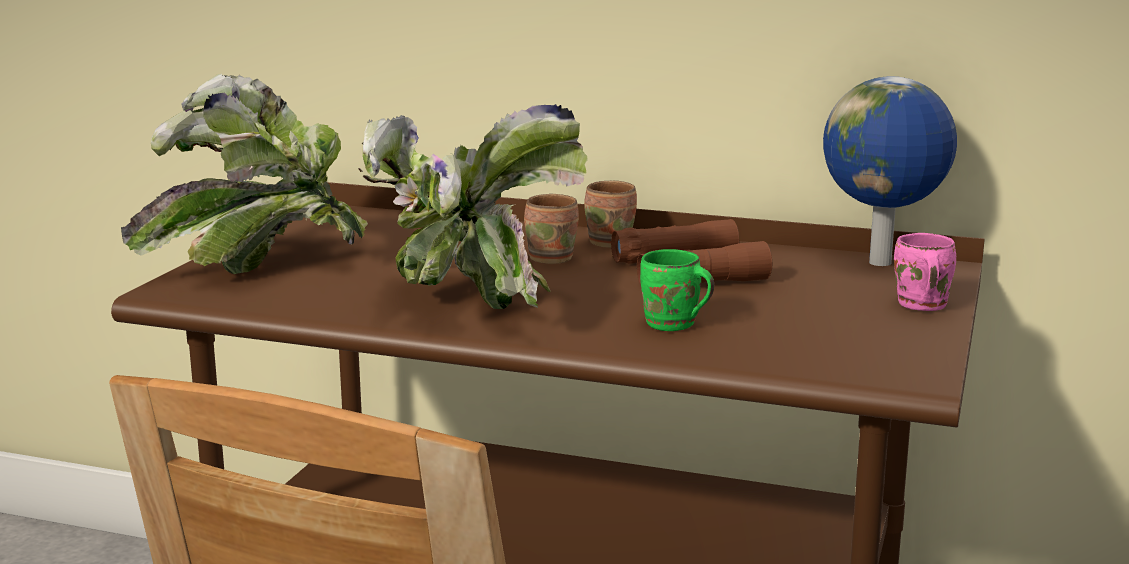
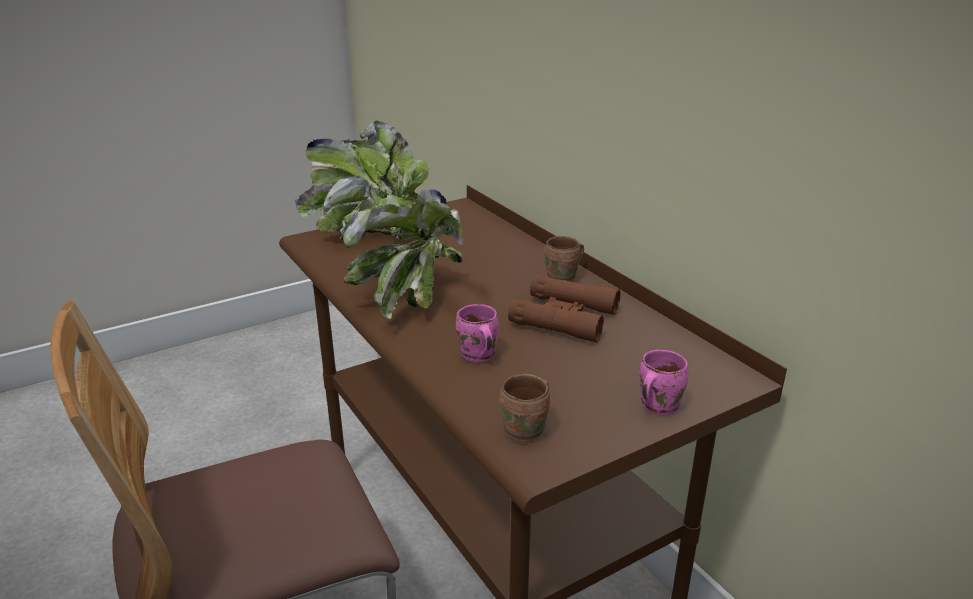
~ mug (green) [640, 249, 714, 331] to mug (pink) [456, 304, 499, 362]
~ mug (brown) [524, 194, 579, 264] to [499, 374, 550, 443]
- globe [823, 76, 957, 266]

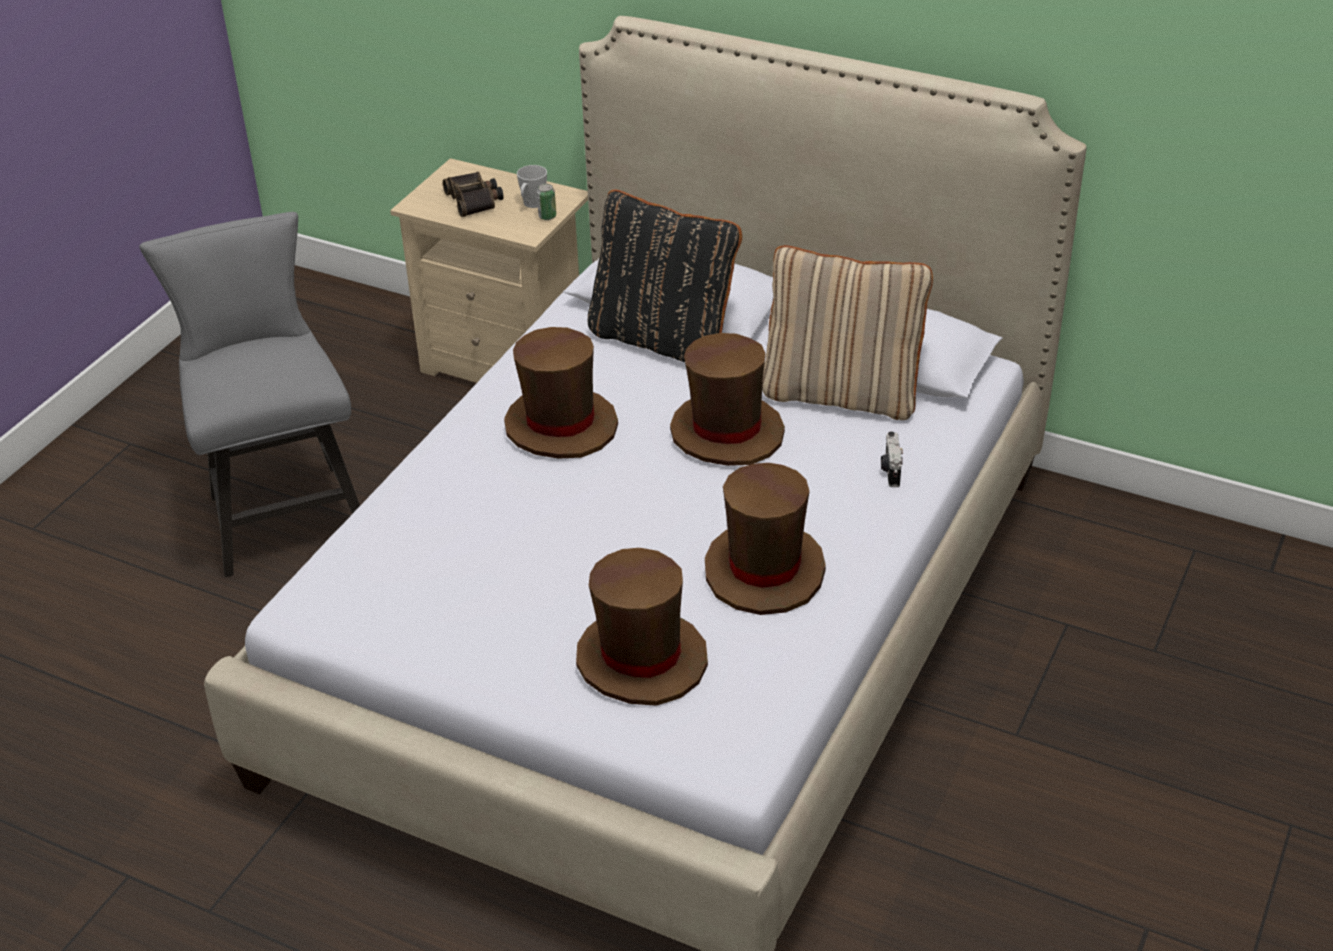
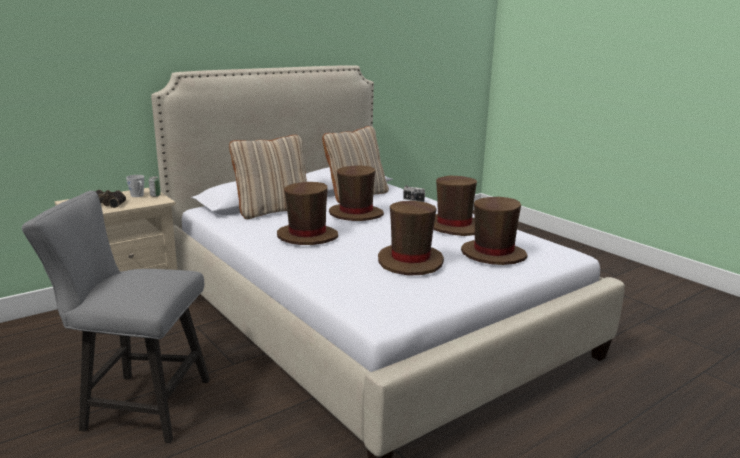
~ pillow (black) [588, 190, 742, 362] to pillow (beige) [229, 135, 307, 219]
+ hat (brown) [378, 201, 444, 276]

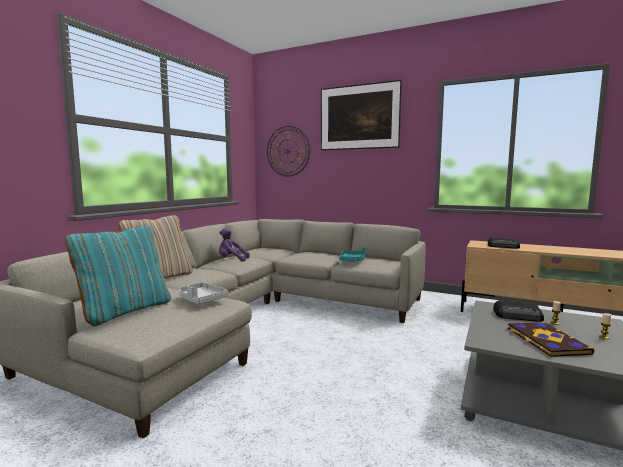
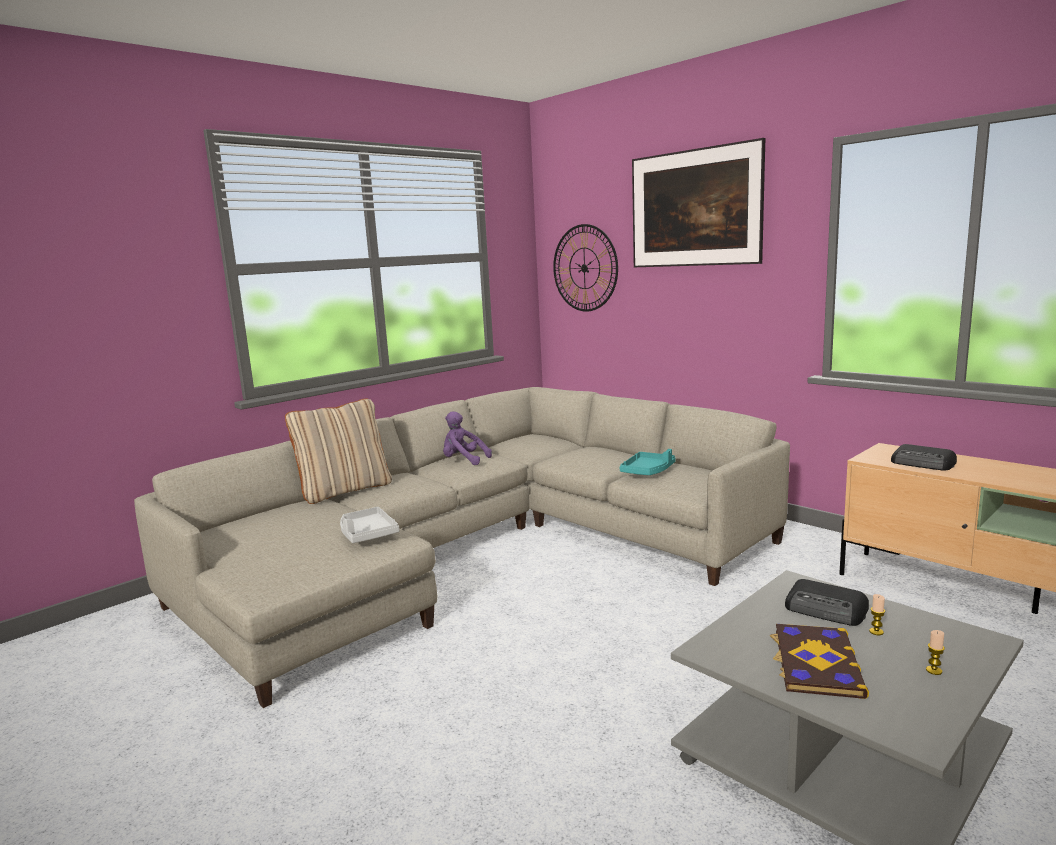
- pillow (turquoise) [65, 225, 171, 326]

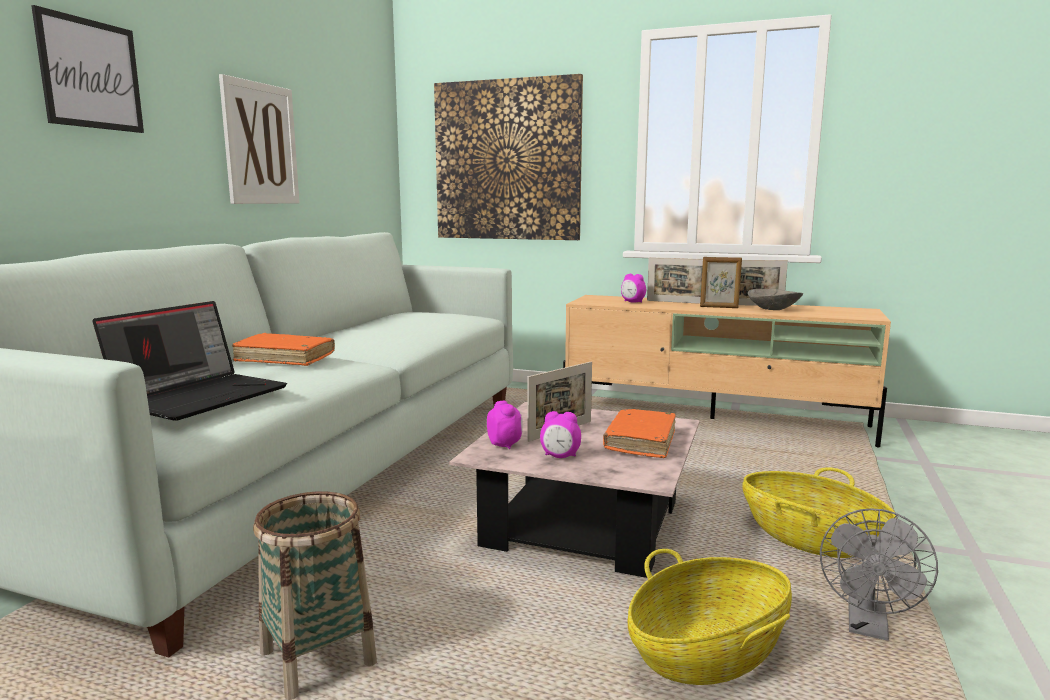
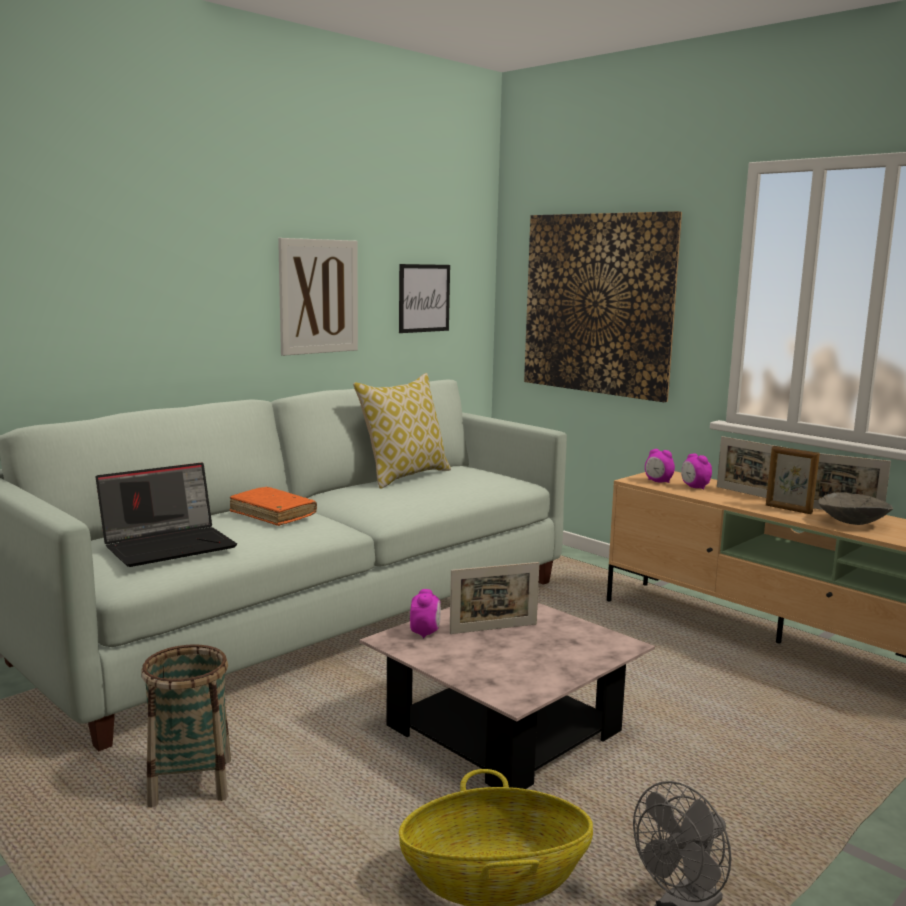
+ pillow [353, 373, 451, 489]
~ picture [31, 5, 144, 133] to [399, 264, 450, 333]
~ alarm clock [540, 411, 581, 458] to [645, 449, 675, 483]
- book (orange) [603, 409, 676, 458]
- basket [742, 467, 898, 558]

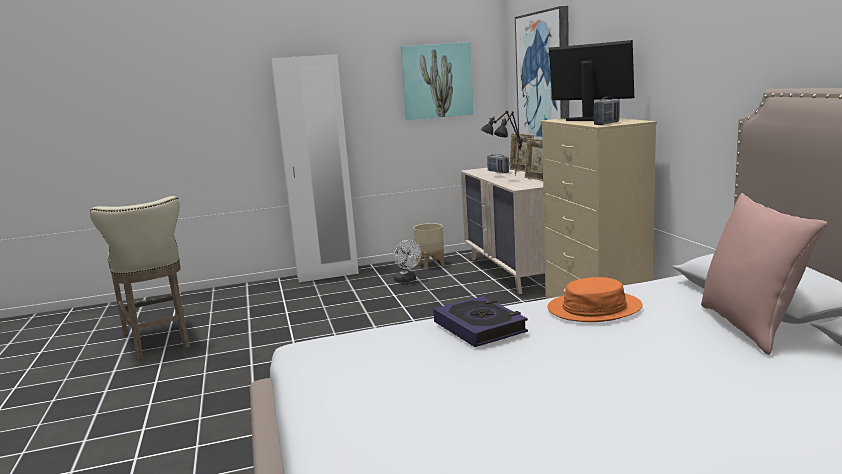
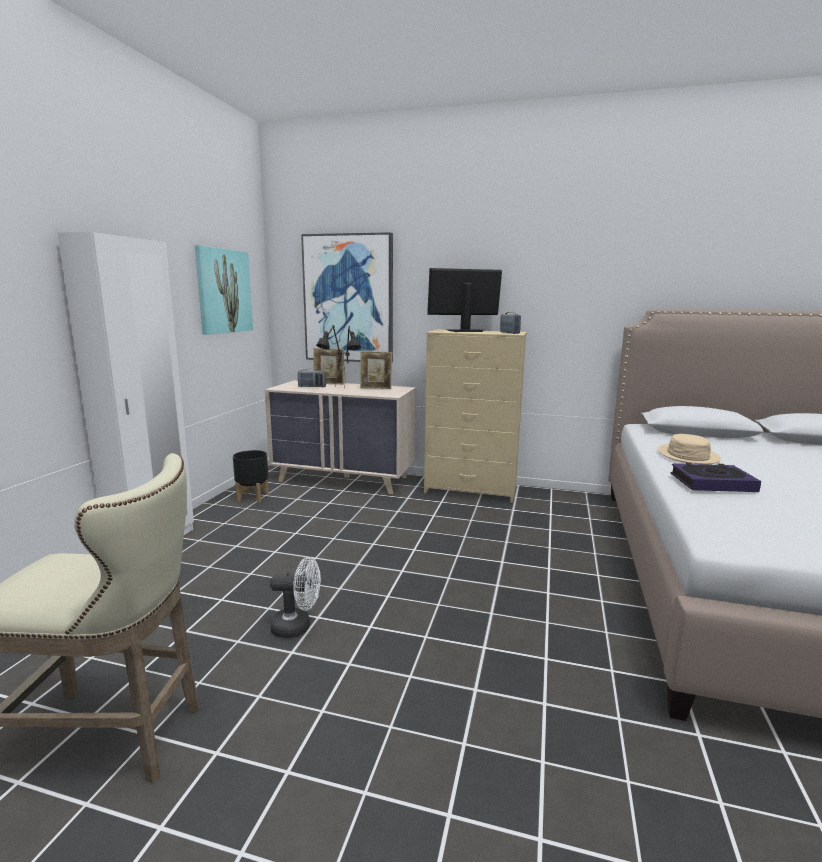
~ planter (beige) [413, 223, 445, 270] to planter (black) [233, 450, 269, 503]
~ fan (white) [394, 240, 422, 283] to [270, 557, 321, 638]
~ hat (orange) [547, 277, 643, 322] to hat (beige) [658, 434, 721, 464]
- pillow (pink) [701, 193, 827, 355]

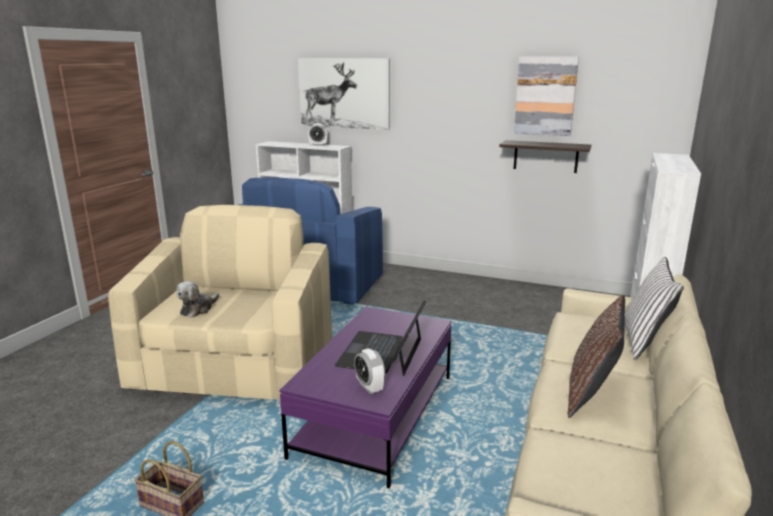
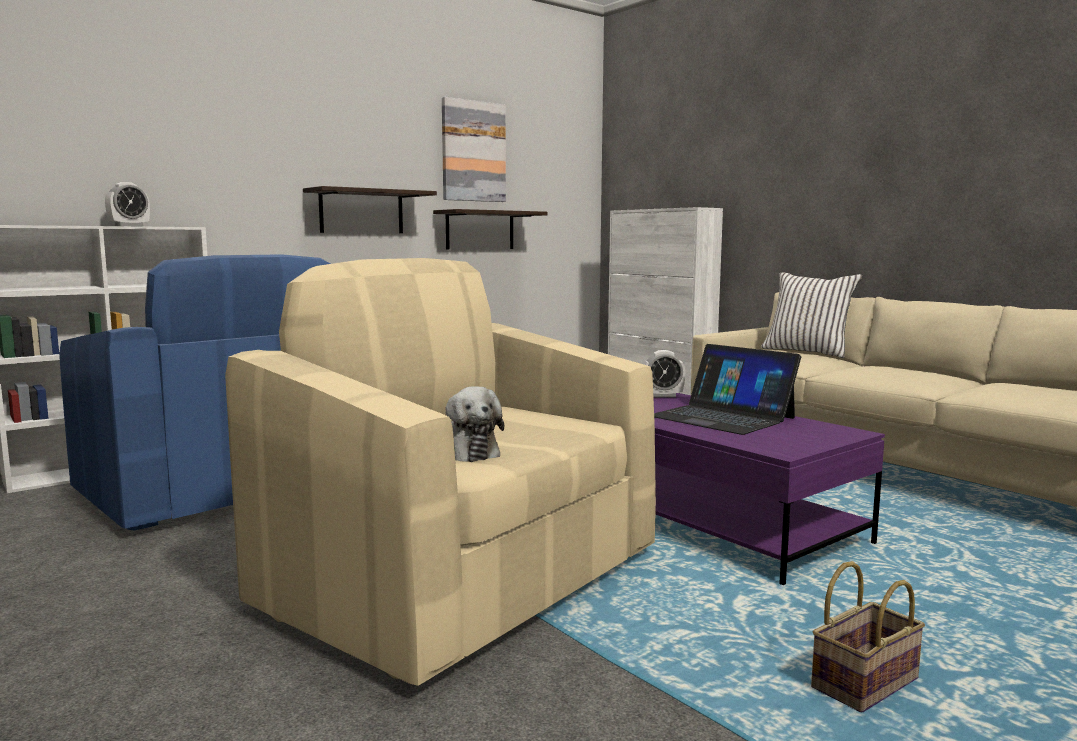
+ shelf [303, 186, 437, 233]
~ alarm clock [354, 348, 385, 394] to [643, 350, 685, 398]
- picture [298, 58, 390, 130]
- pillow (brown) [568, 295, 625, 418]

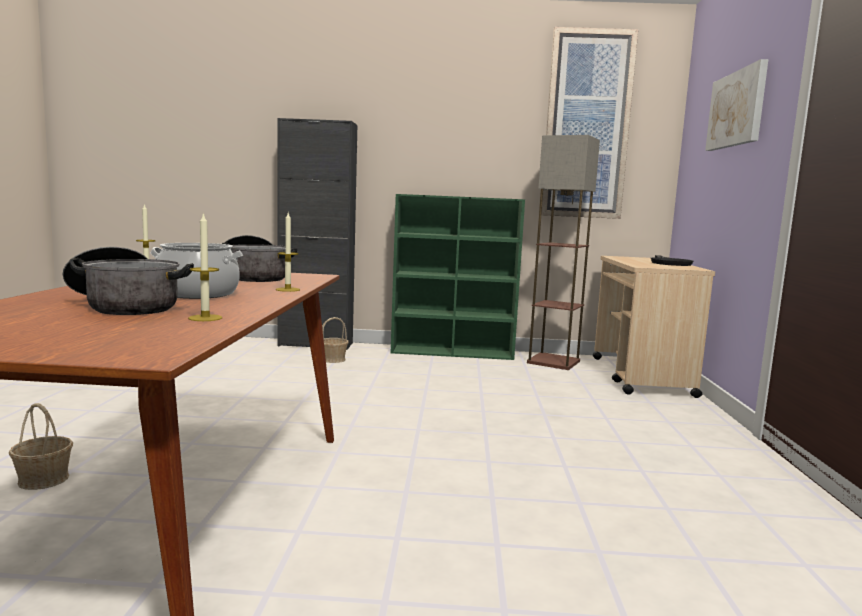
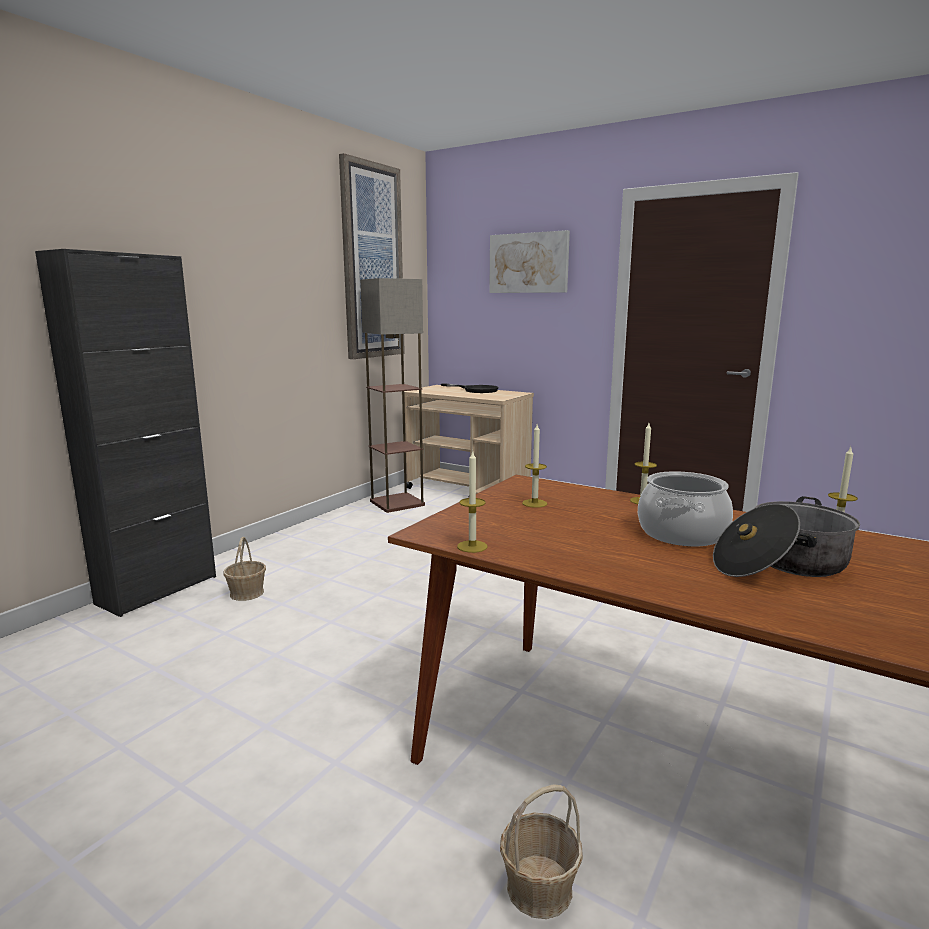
~ cooking pot [222, 235, 297, 282] to candle [522, 424, 547, 508]
- bookcase (green) [391, 194, 525, 360]

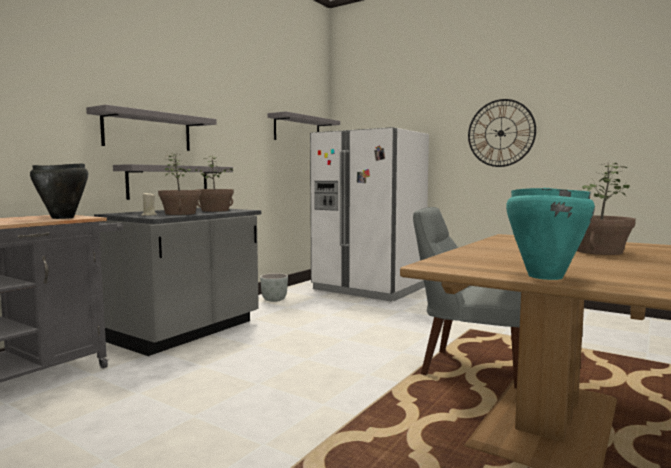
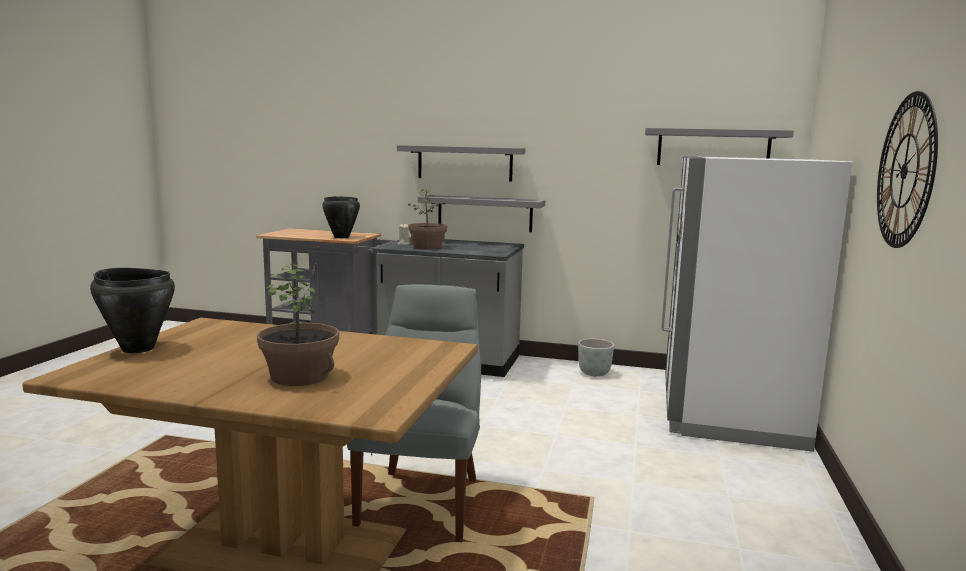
~ cooking pot (turquoise) [506, 188, 595, 280] to cooking pot (black) [90, 268, 175, 353]
- potted plant [195, 155, 234, 212]

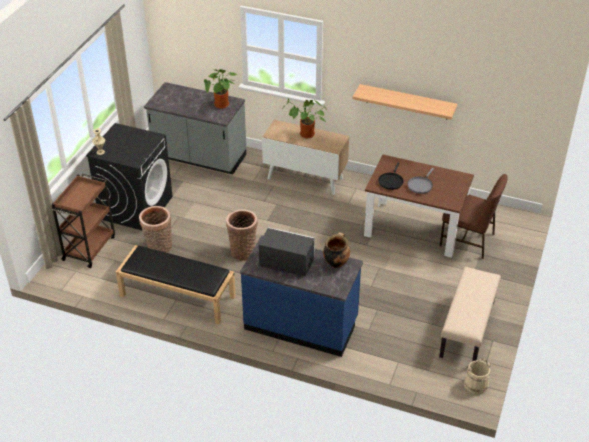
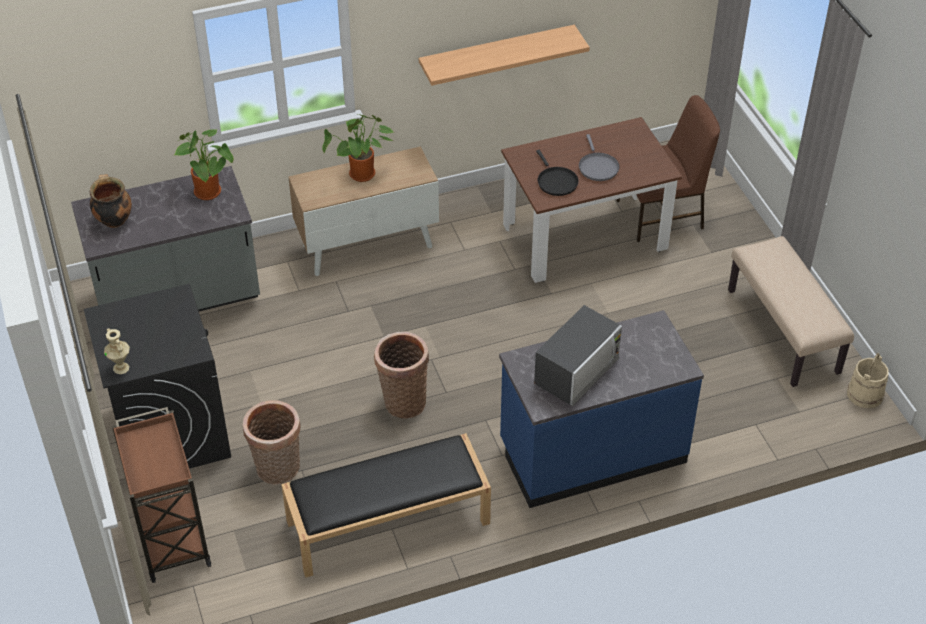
~ cooking pot [323, 232, 350, 268] to [90, 174, 132, 228]
~ microwave [259, 227, 315, 276] = [534, 305, 622, 406] 150 degrees clockwise

